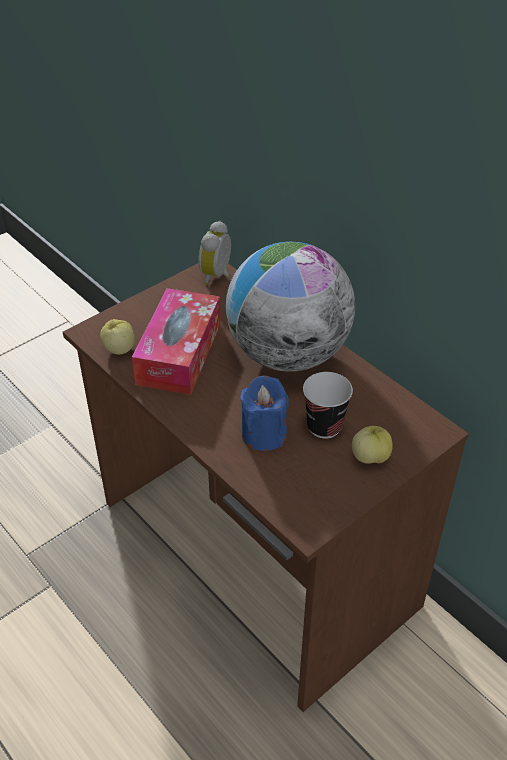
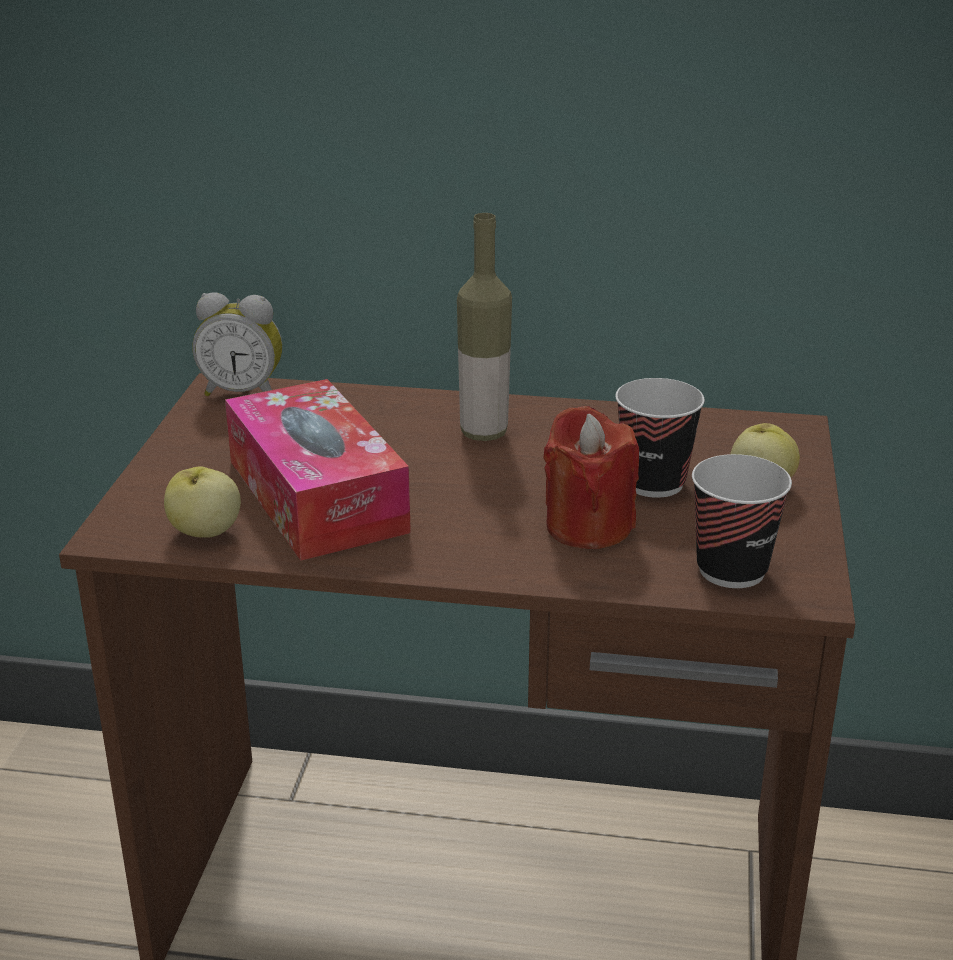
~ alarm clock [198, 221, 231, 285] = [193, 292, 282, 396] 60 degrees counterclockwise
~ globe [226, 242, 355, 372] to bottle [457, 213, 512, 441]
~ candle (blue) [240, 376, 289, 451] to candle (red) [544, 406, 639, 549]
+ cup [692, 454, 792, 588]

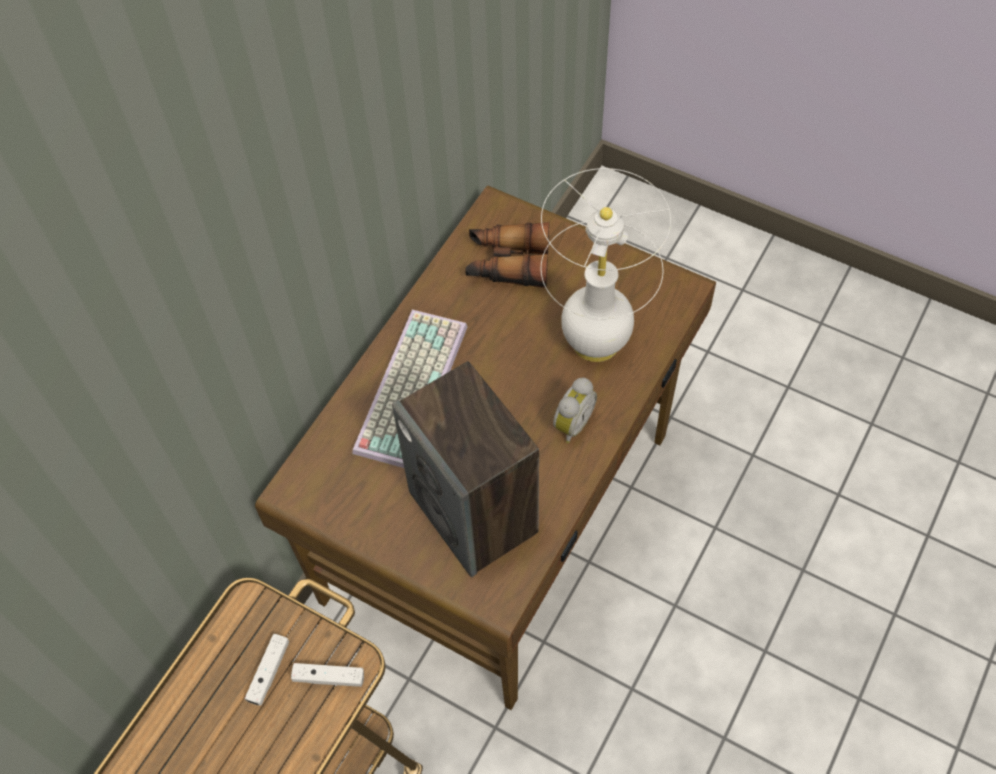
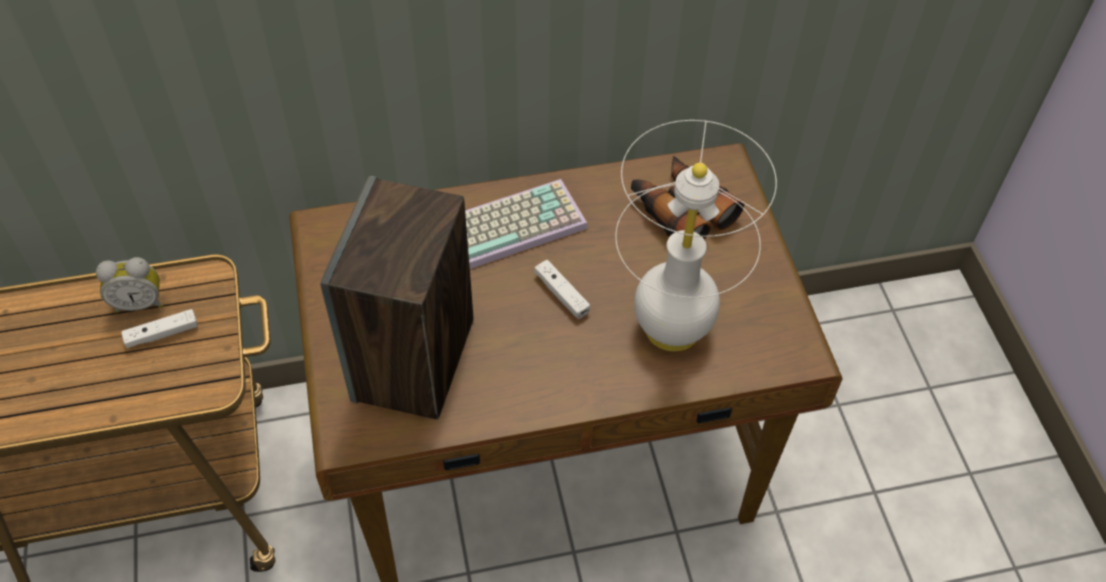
~ alarm clock [553, 378, 597, 443] to [96, 257, 163, 313]
~ game controller (white) [291, 663, 364, 687] to [534, 260, 590, 319]

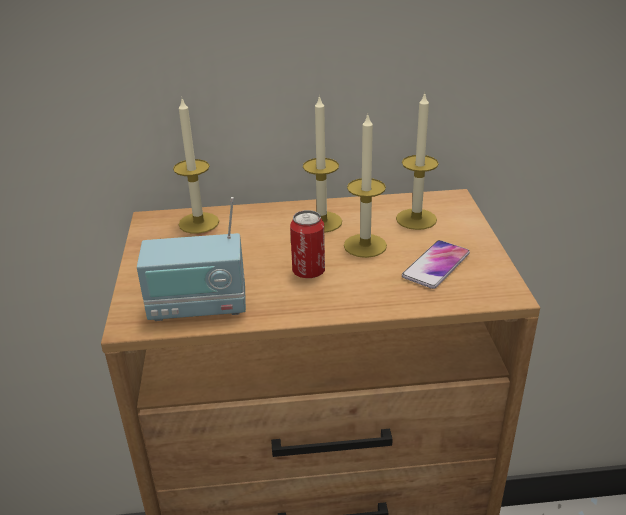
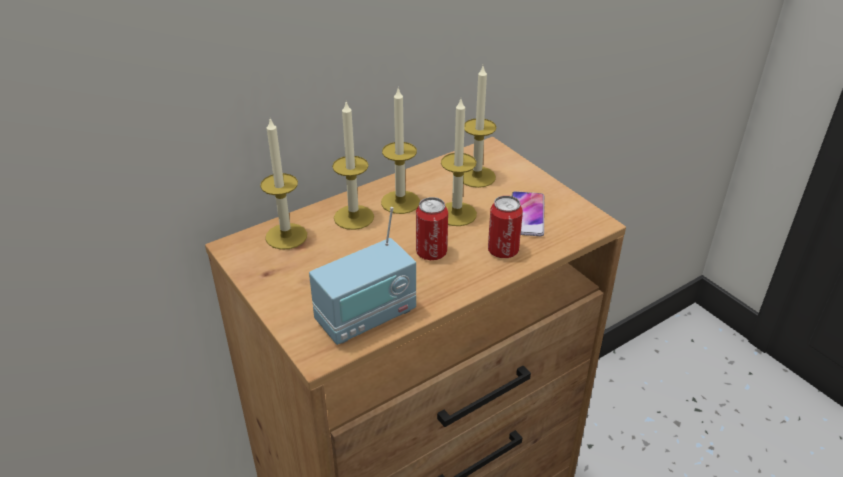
+ candle [332, 102, 374, 230]
+ can [488, 195, 523, 258]

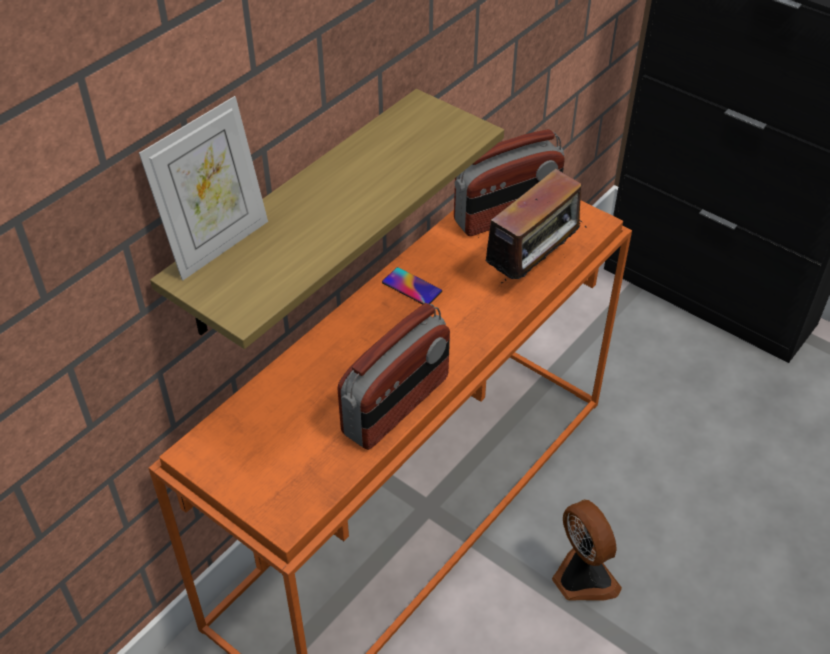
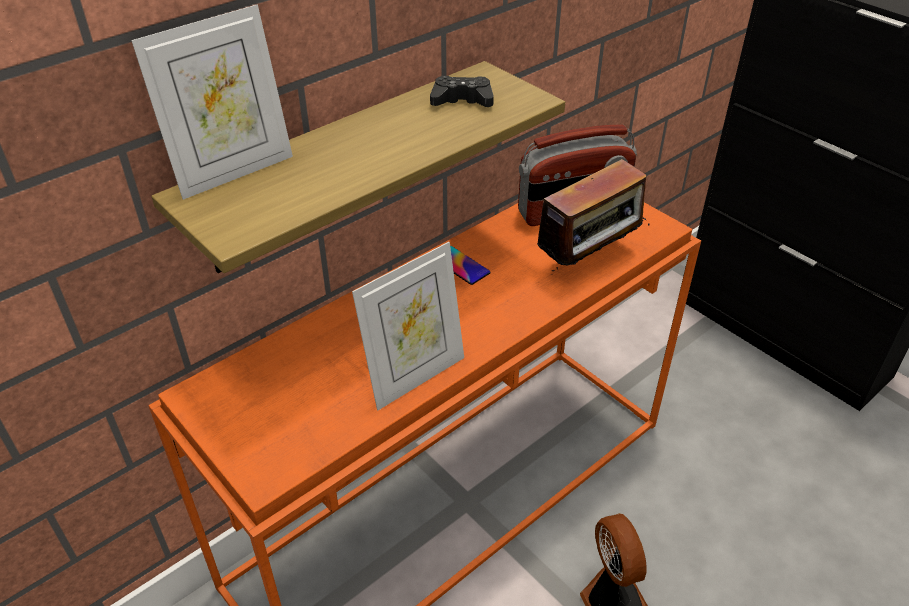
~ radio [337, 303, 450, 450] to picture frame [352, 242, 464, 410]
+ game controller (black) [430, 76, 494, 107]

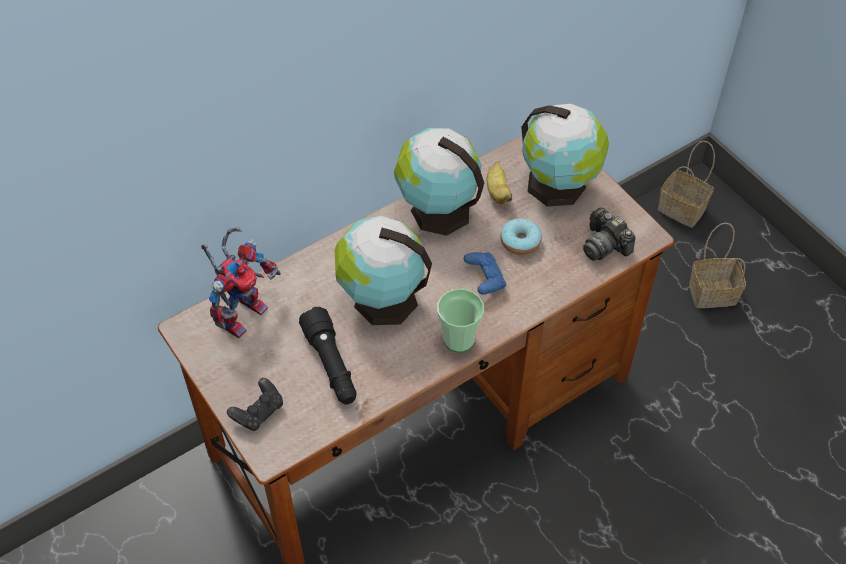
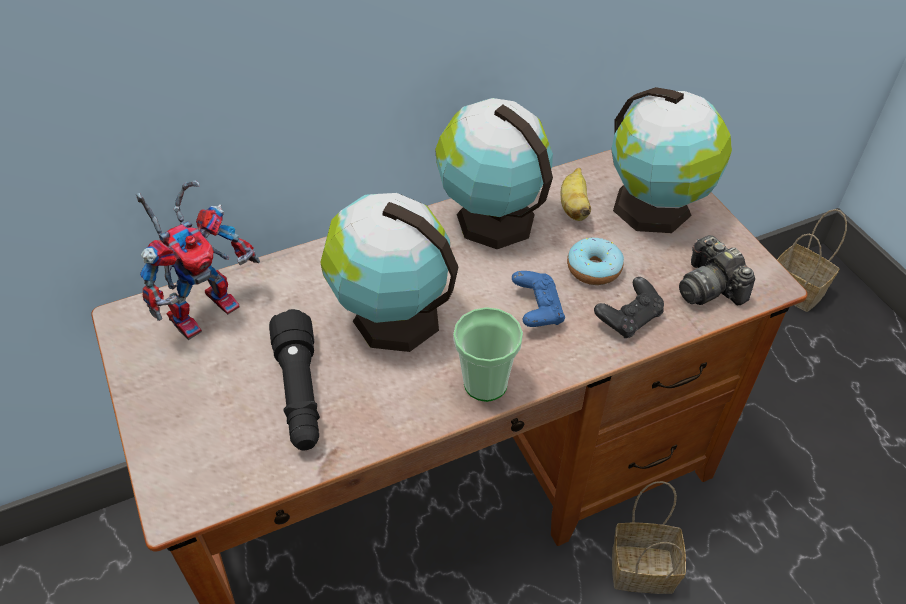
~ game controller (black) [227, 378, 283, 431] to [594, 277, 664, 338]
~ basket [689, 223, 746, 308] to [612, 481, 686, 594]

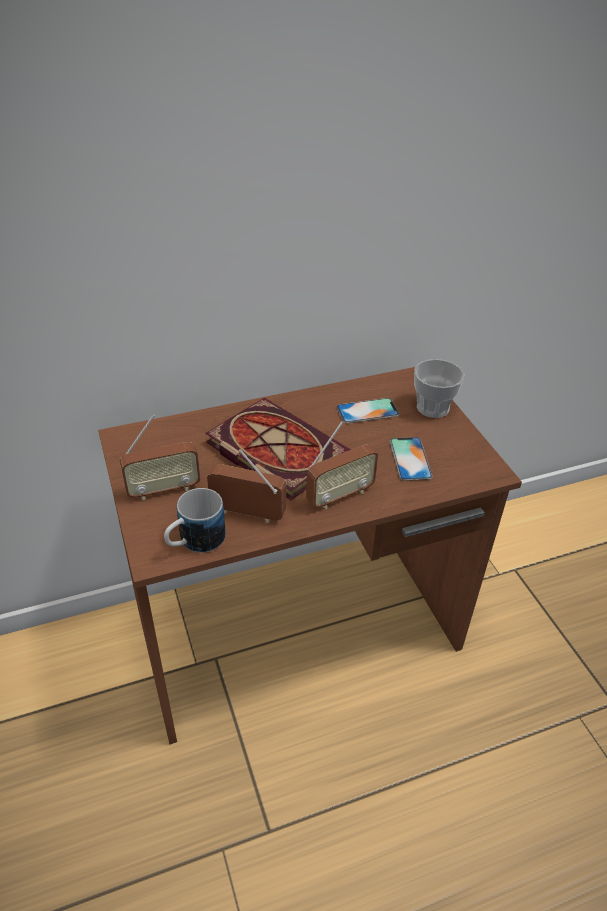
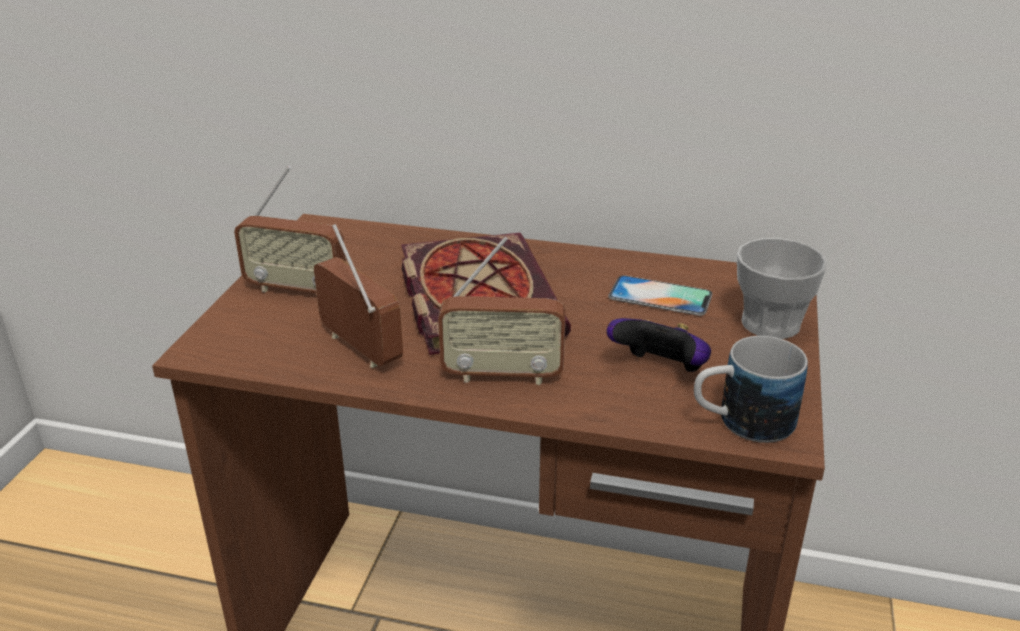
~ phone [390, 437, 433, 481] to game controller [607, 318, 711, 372]
~ mug [164, 488, 226, 553] to [694, 336, 808, 443]

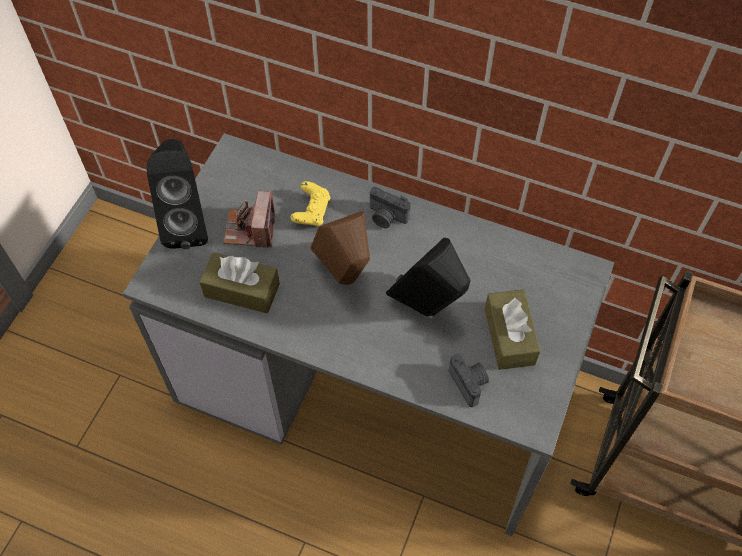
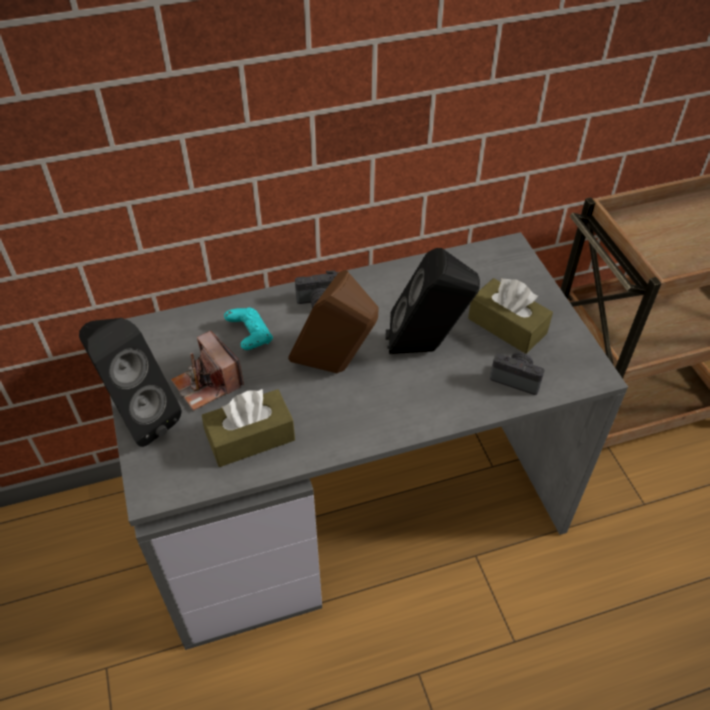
~ game controller (yellow) [291, 181, 330, 226] to game controller (turquoise) [224, 308, 273, 350]

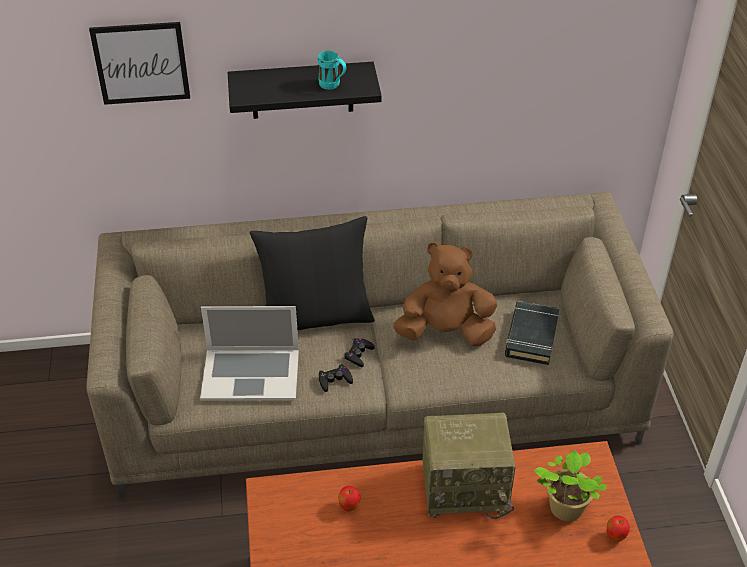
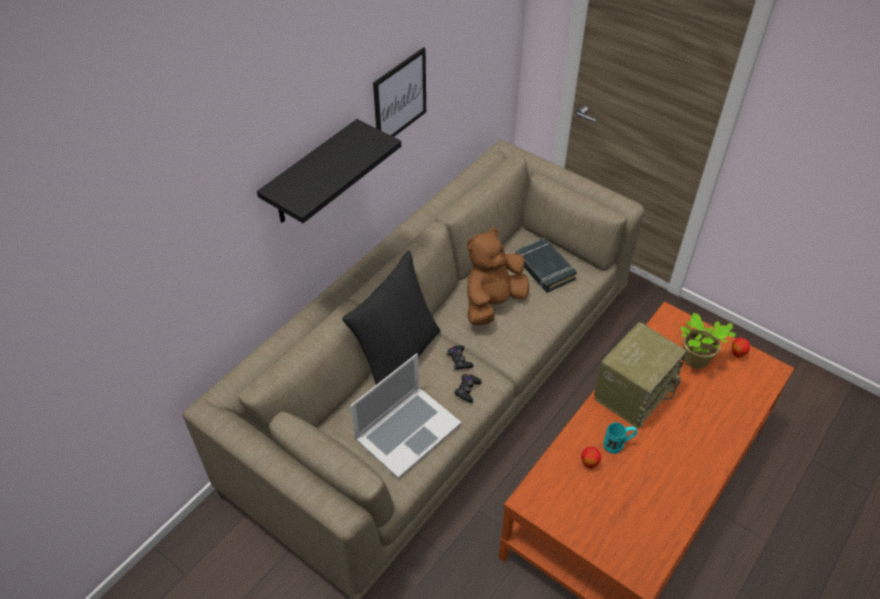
~ picture [89, 22, 190, 105] to [373, 47, 426, 137]
~ mug (turquoise) [318, 51, 346, 90] to [603, 422, 637, 454]

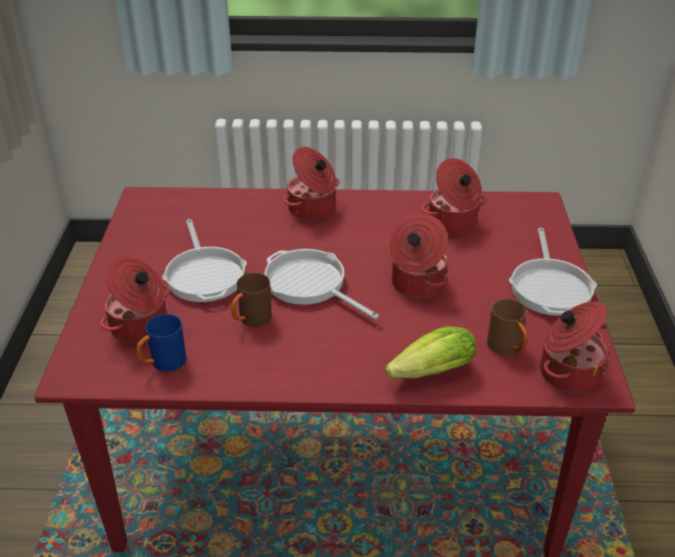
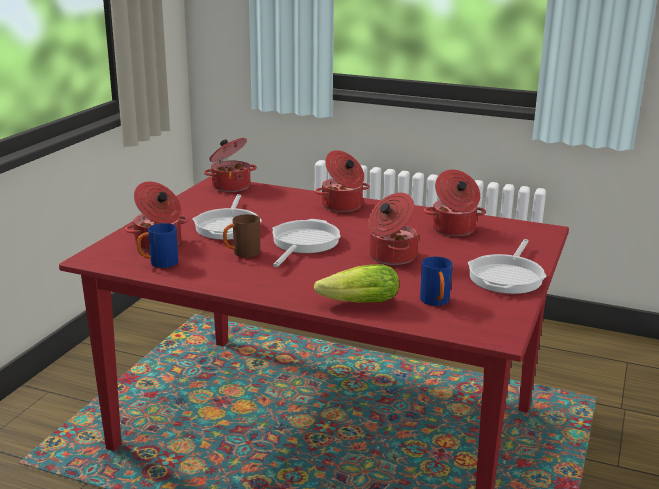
~ cooking pot [540, 301, 609, 393] to [204, 138, 257, 192]
~ frying pan [265, 249, 380, 320] = [272, 219, 341, 267] 45 degrees clockwise
~ mug (brown) [487, 299, 528, 355] to mug (blue) [420, 257, 453, 306]

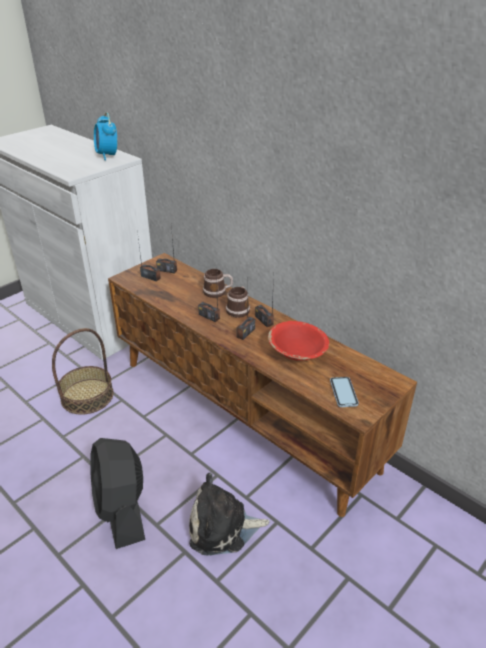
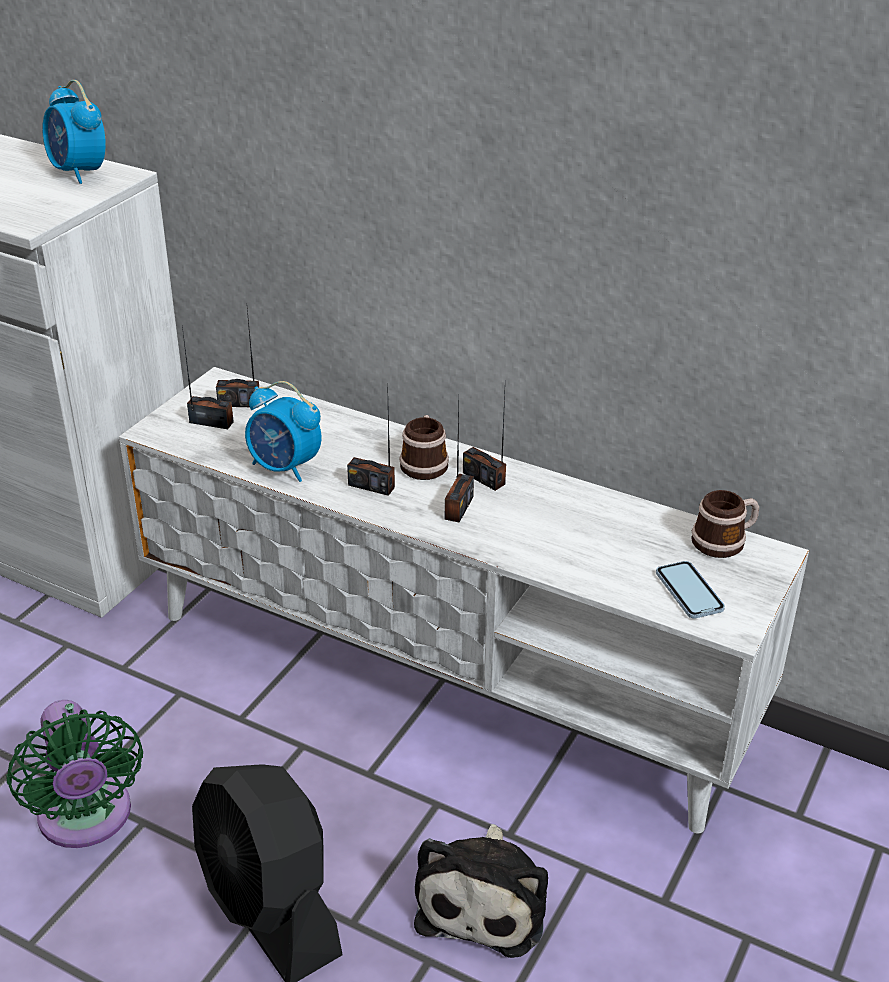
+ fan (green) [6, 700, 143, 848]
~ tv stand (brown) [108, 253, 417, 517] to tv stand (white) [119, 367, 809, 834]
+ alarm clock [245, 381, 322, 482]
~ plush toy [189, 473, 270, 556] = [414, 824, 548, 958] 60 degrees counterclockwise
~ mug [203, 269, 233, 298] to [691, 490, 759, 558]
- basket [52, 328, 114, 415]
- bowl (red) [268, 321, 329, 361]

